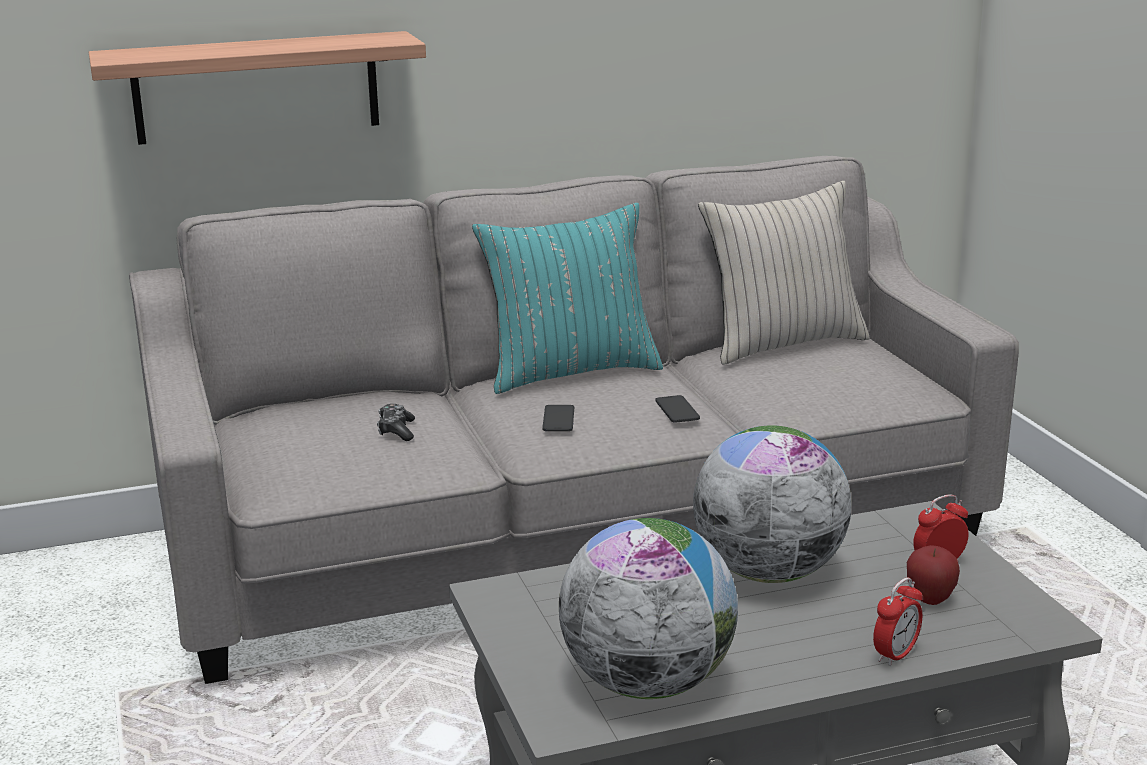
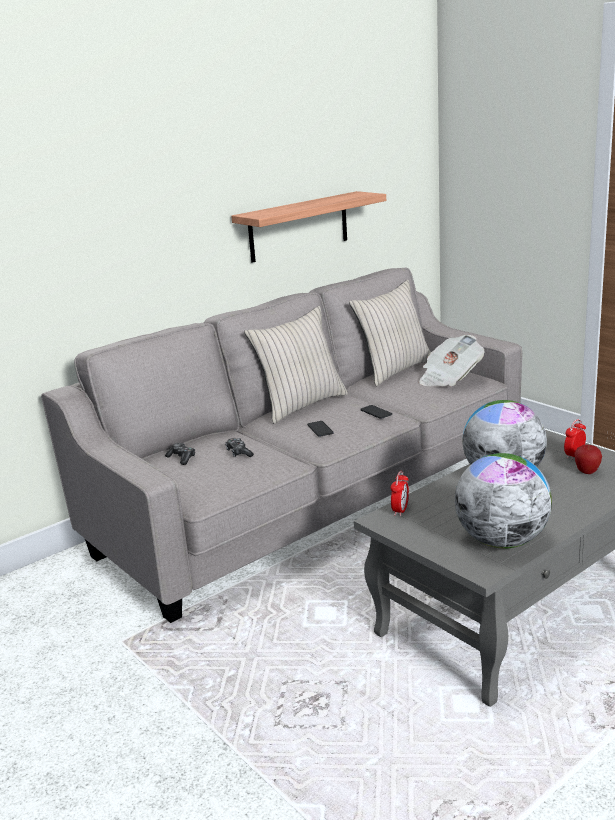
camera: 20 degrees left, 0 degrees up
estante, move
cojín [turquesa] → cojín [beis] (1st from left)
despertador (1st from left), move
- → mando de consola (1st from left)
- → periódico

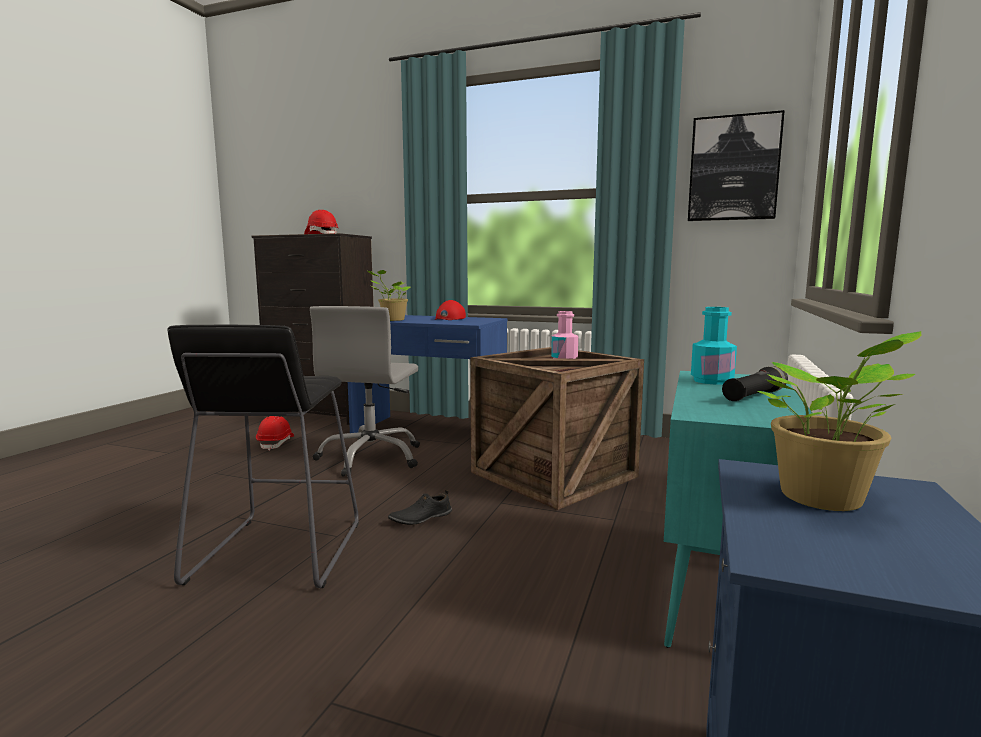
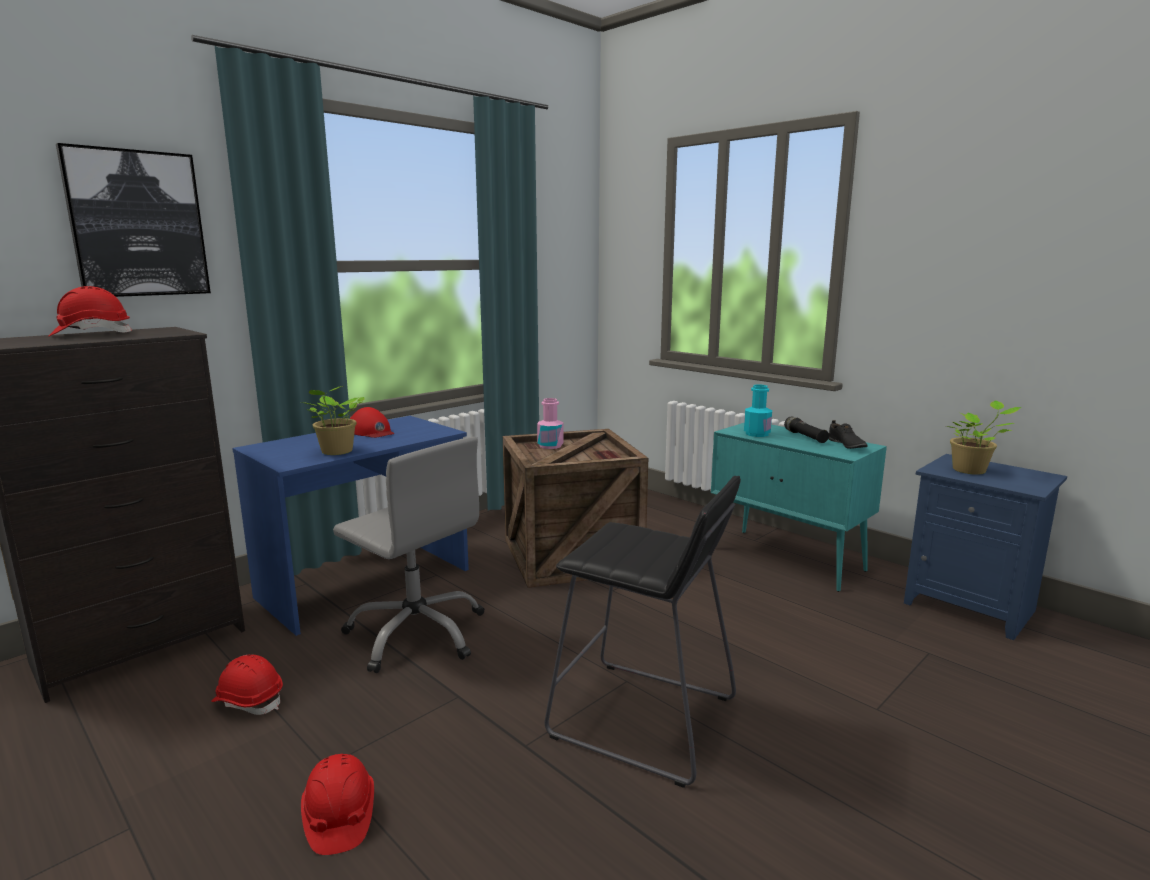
camera: 65 degrees left, 5 degrees up
zapato [negro], move
cuadro, move
- → casco [rojo] (3rd from left)

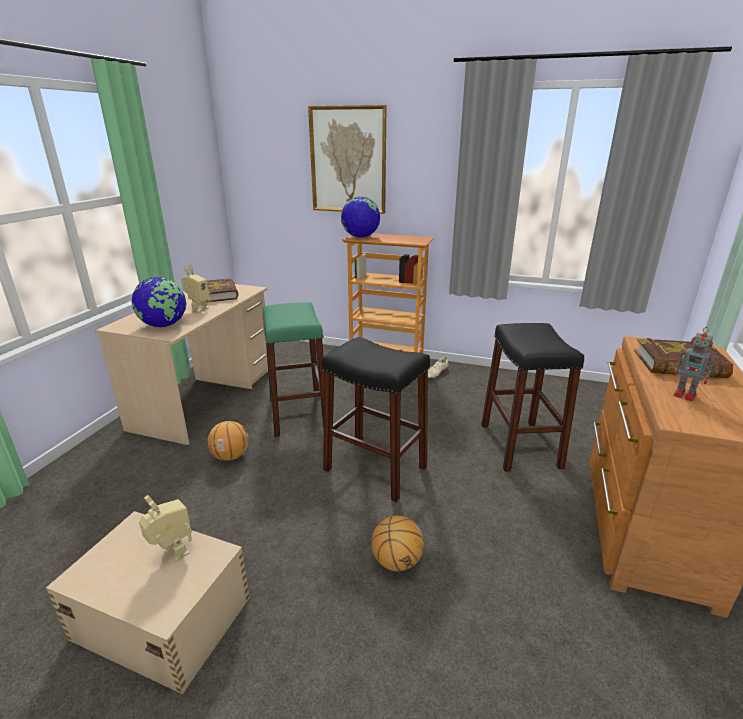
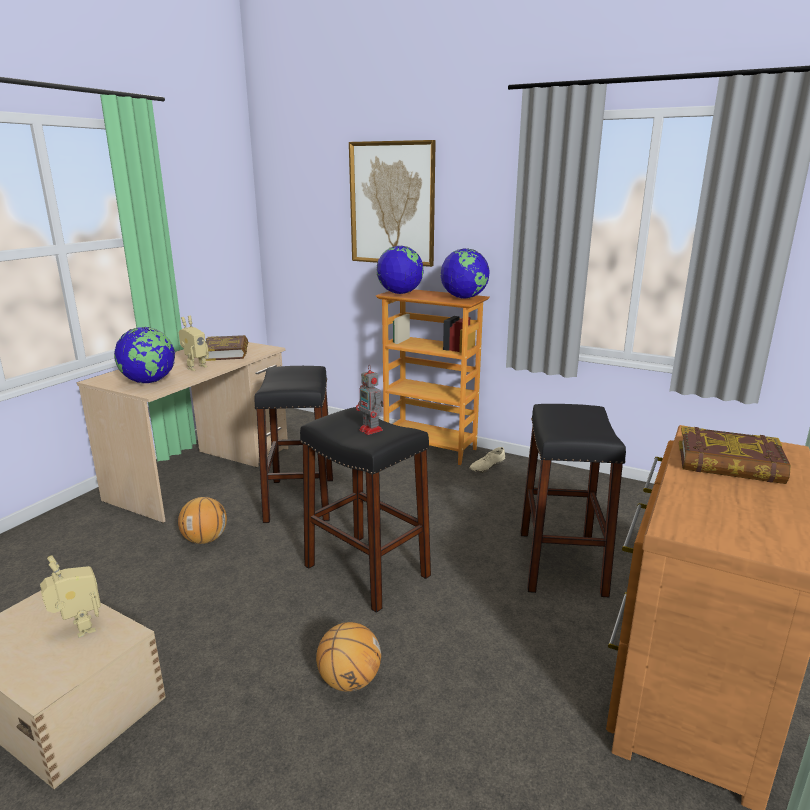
camera: 10 degrees right, 5 degrees down
taburete [verde] → taburete [negro] (1st from left)
robot de juguete (3rd from left), move
- → globo terráqueo (3rd from left)

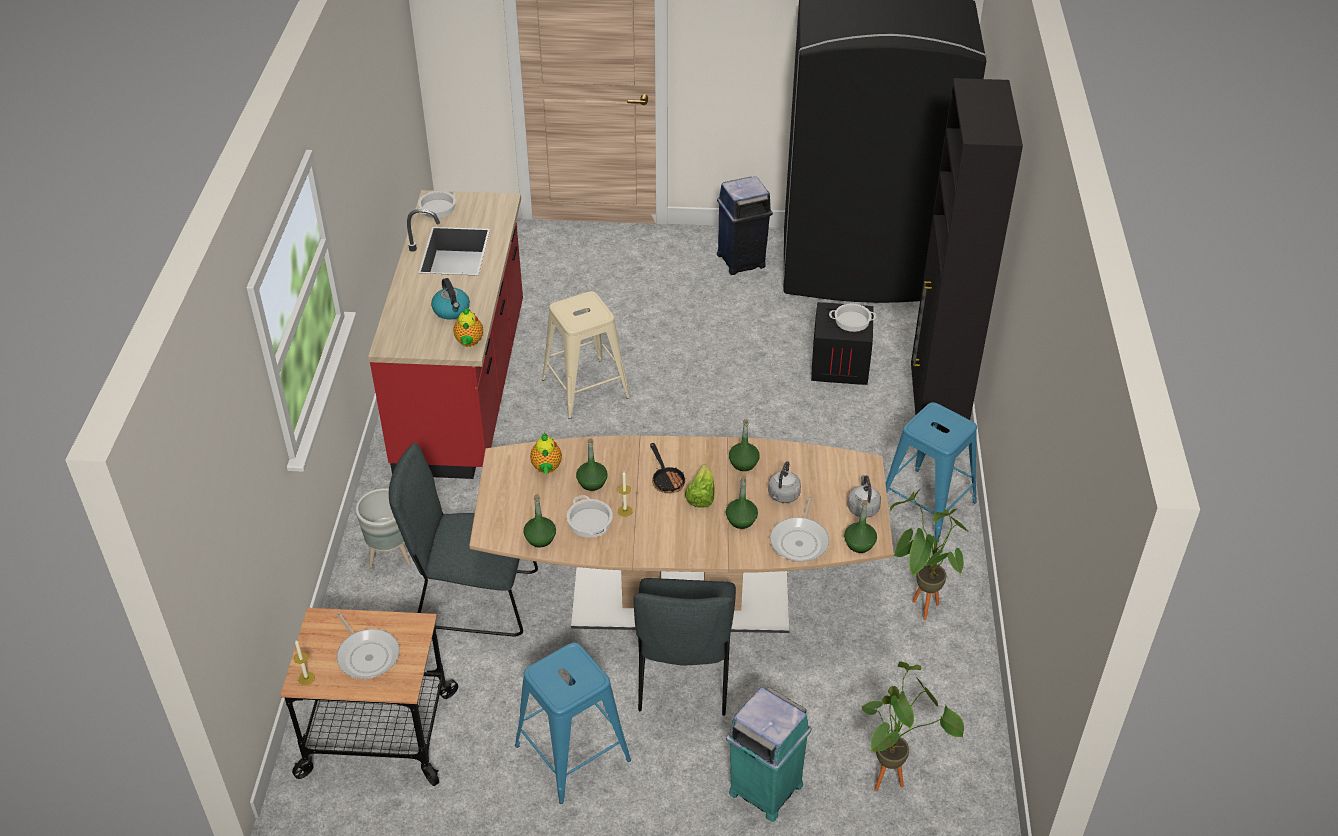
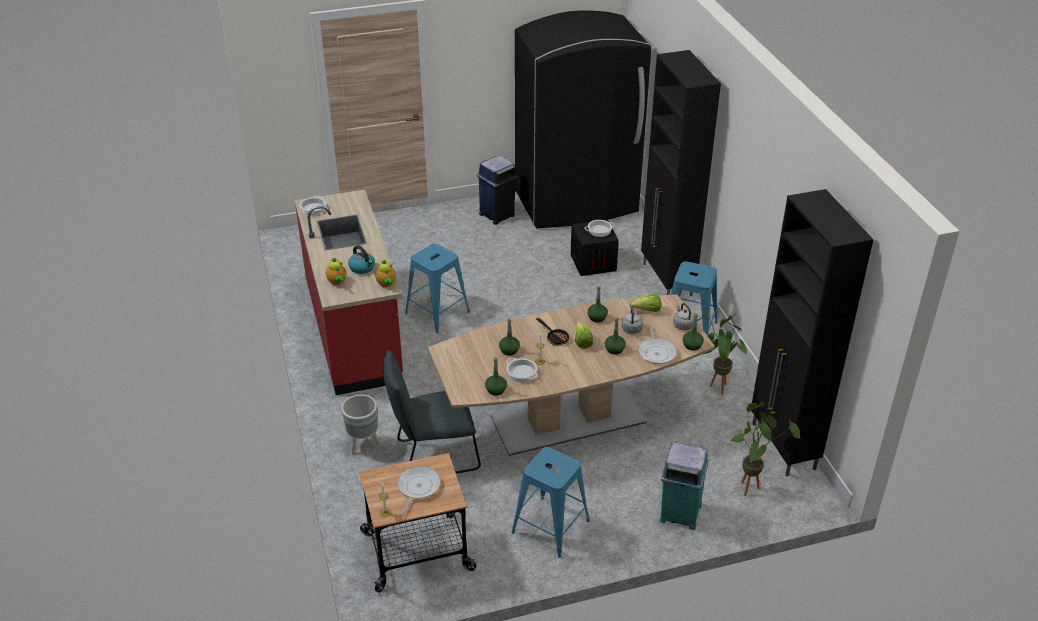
camera: 20 degrees left, 5 degrees down
sartén (1st from left), 105 degrees counterclockwise
tetera (2nd from left in the first image) → tetera (1st from left), move
taburete [beis] → taburete [azul] (1st from left)
silla [gris] (2nd from left) → -
- → lechuga (2nd from left)
- → armario [negro] (2nd from left)

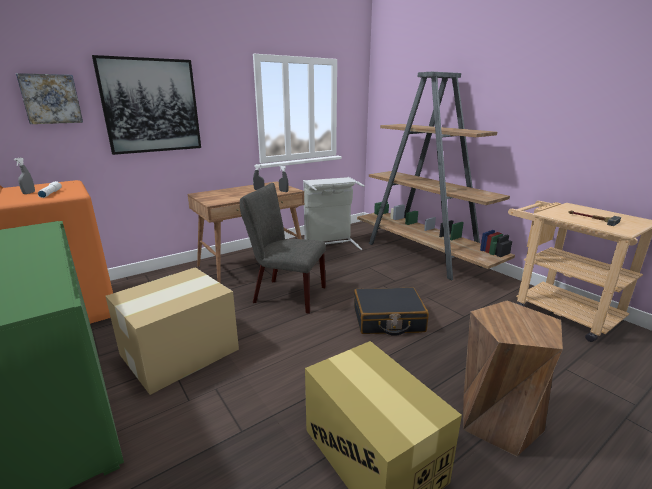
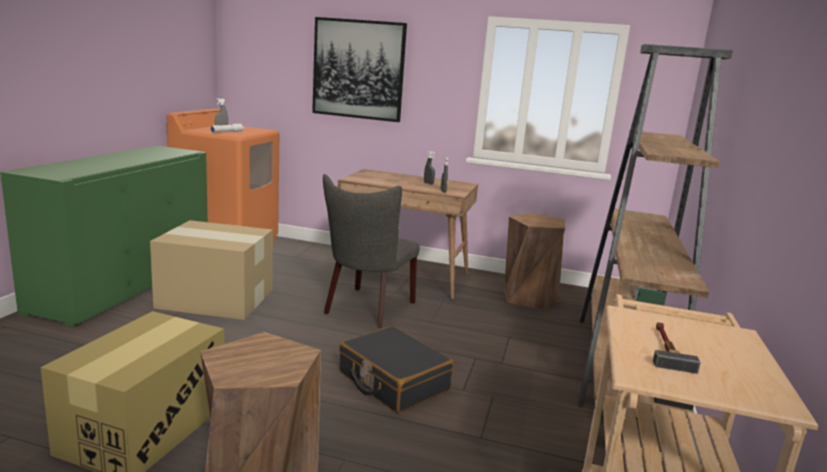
camera: 50 degrees right, 5 degrees down
cuadro (1st from left) → -
silla [gris], 135 degrees counterclockwise
cesto de la ropa [gris] → taburete [marrón] (2nd from left)

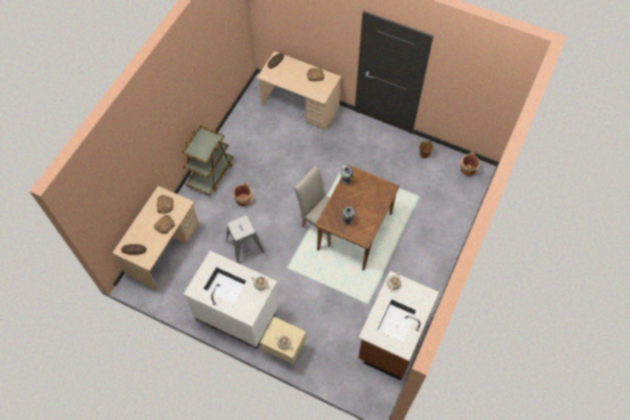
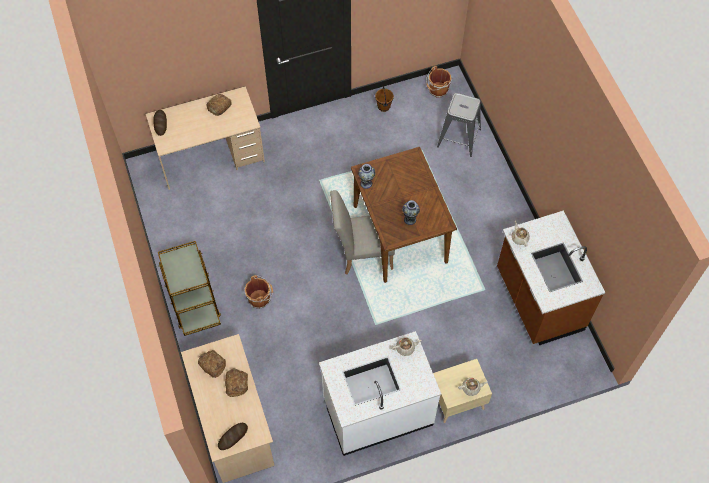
camera: 45 degrees left, 0 degrees up
taburete [gris], move

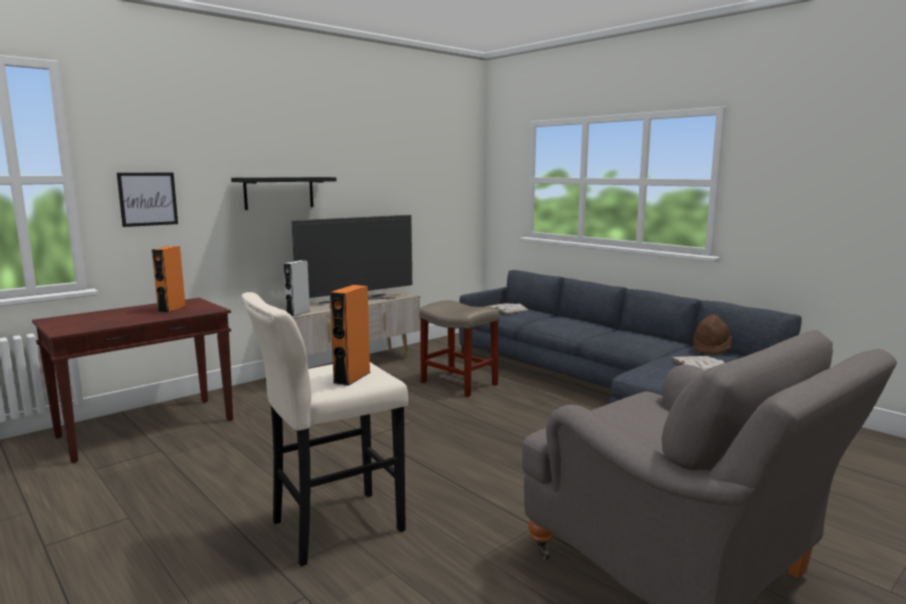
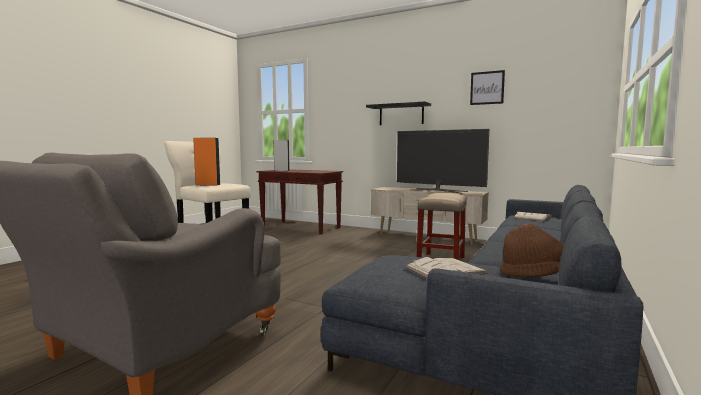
camera: 70 degrees right, 5 degrees down
cuadro, move
altavoz [naranja] (1st from left) → -
altavoz [gris], move

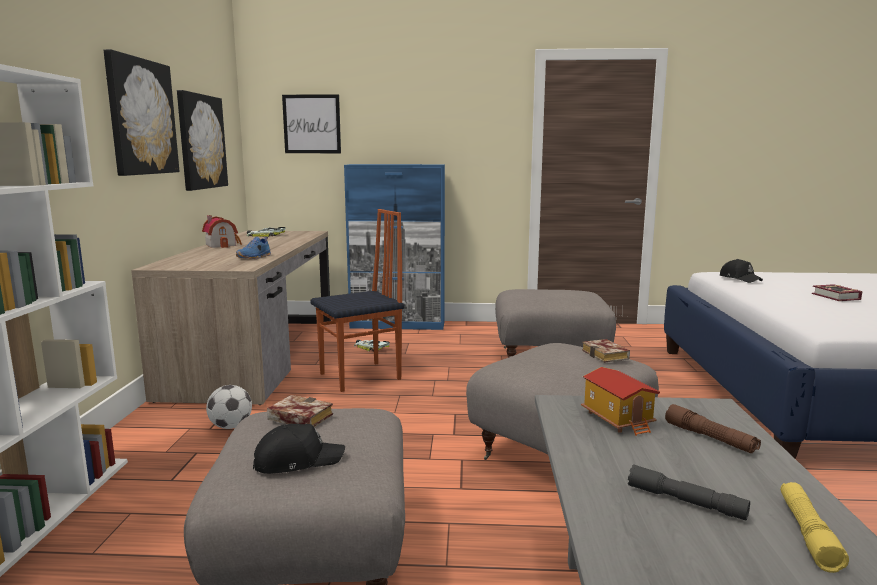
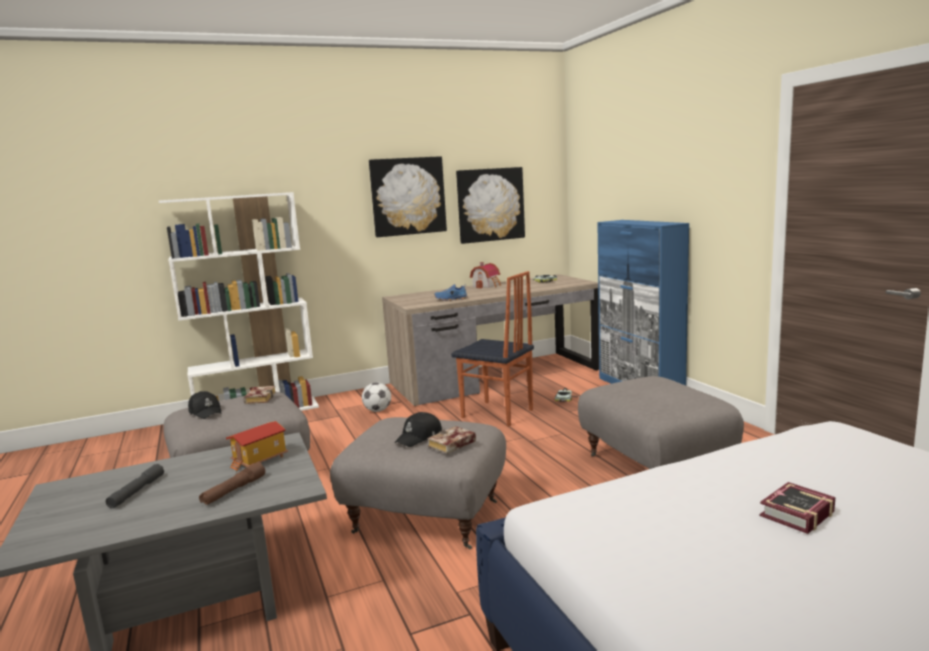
camera: 65 degrees right, 0 degrees up
cuadro (3rd from left) → -
gorra [negro] (2nd from left), move
linterna [amarillo] → -

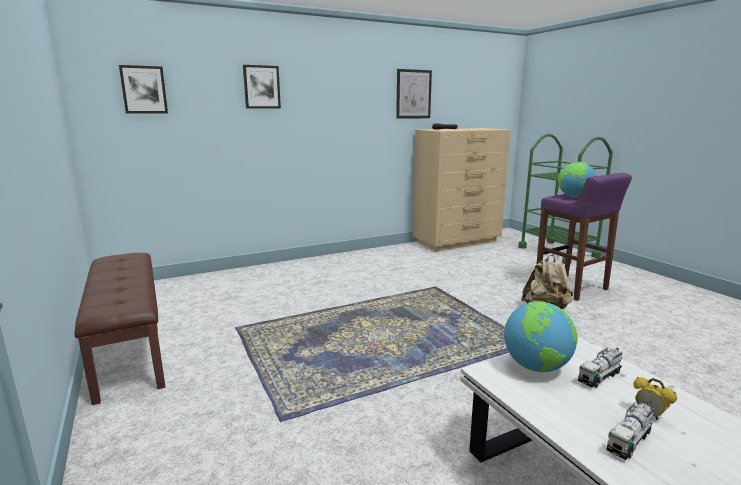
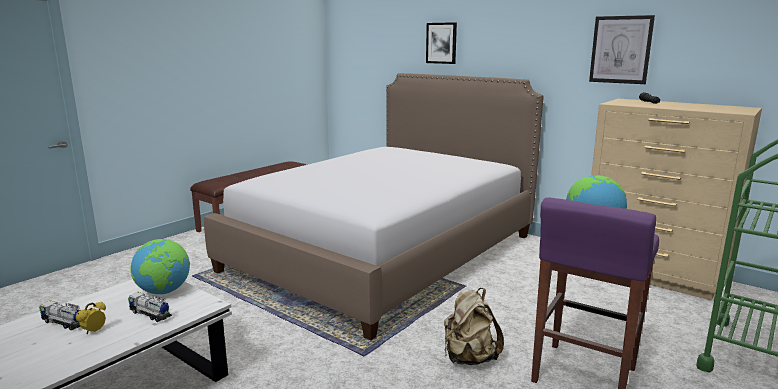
camera: 65 degrees right, 0 degrees up
cuadro (1st from left) → -
- → cama

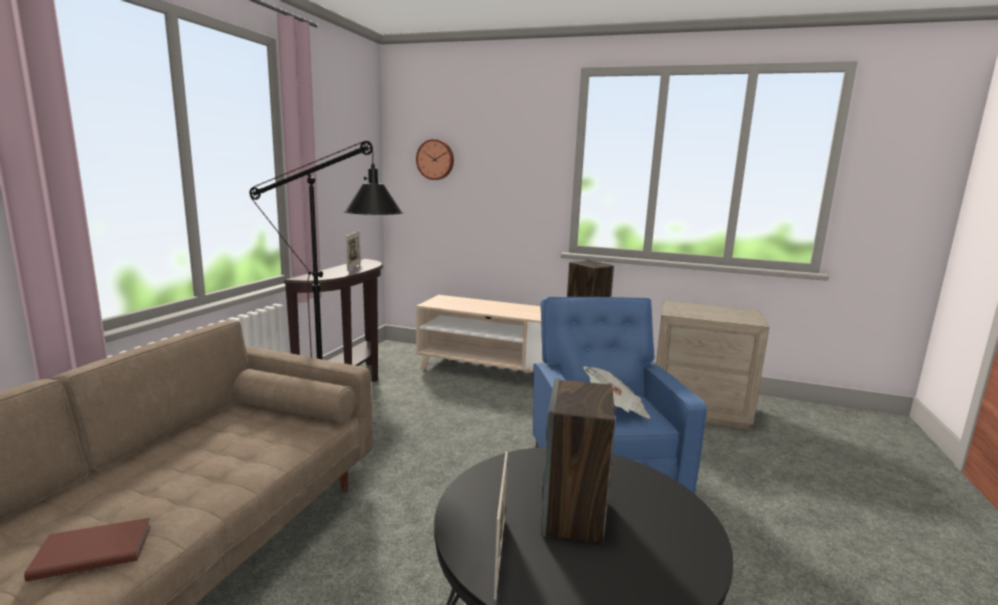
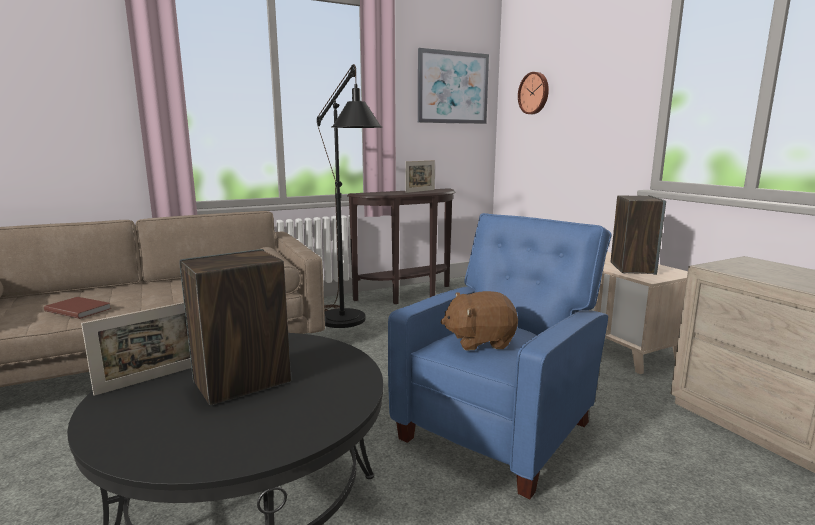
camera: 45 degrees right, 0 degrees up
periódico → peluche [marrón]
- → cuadro

